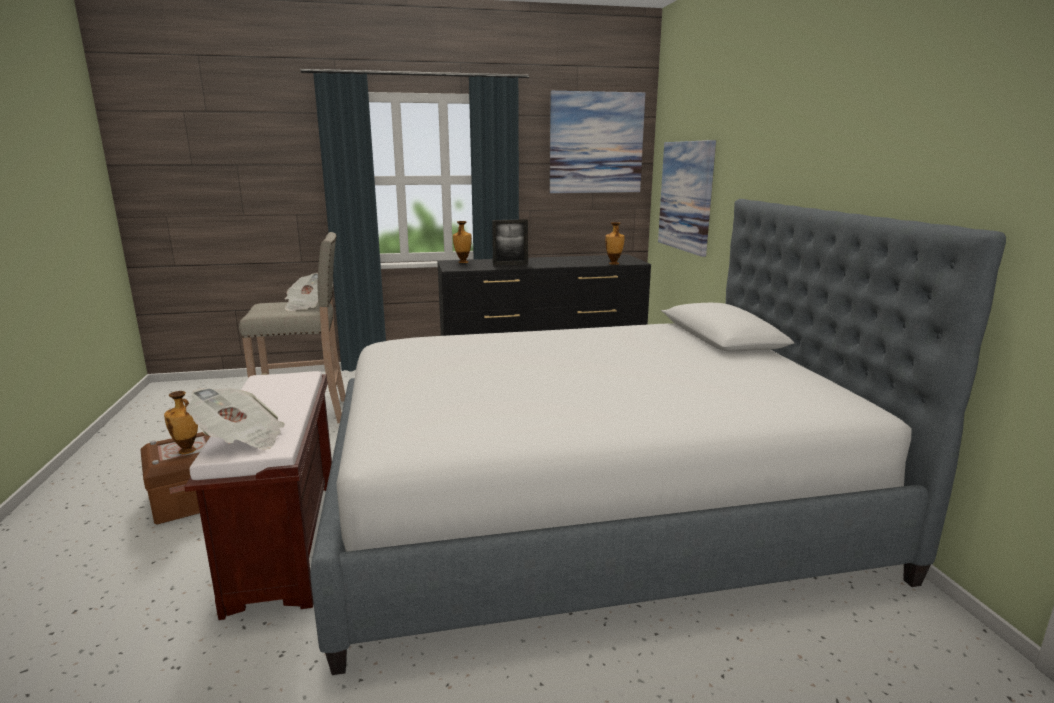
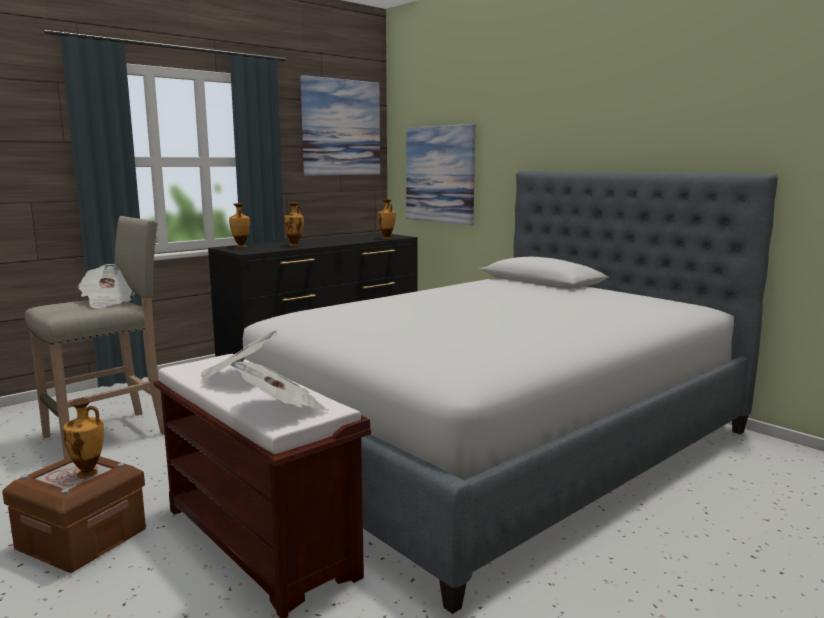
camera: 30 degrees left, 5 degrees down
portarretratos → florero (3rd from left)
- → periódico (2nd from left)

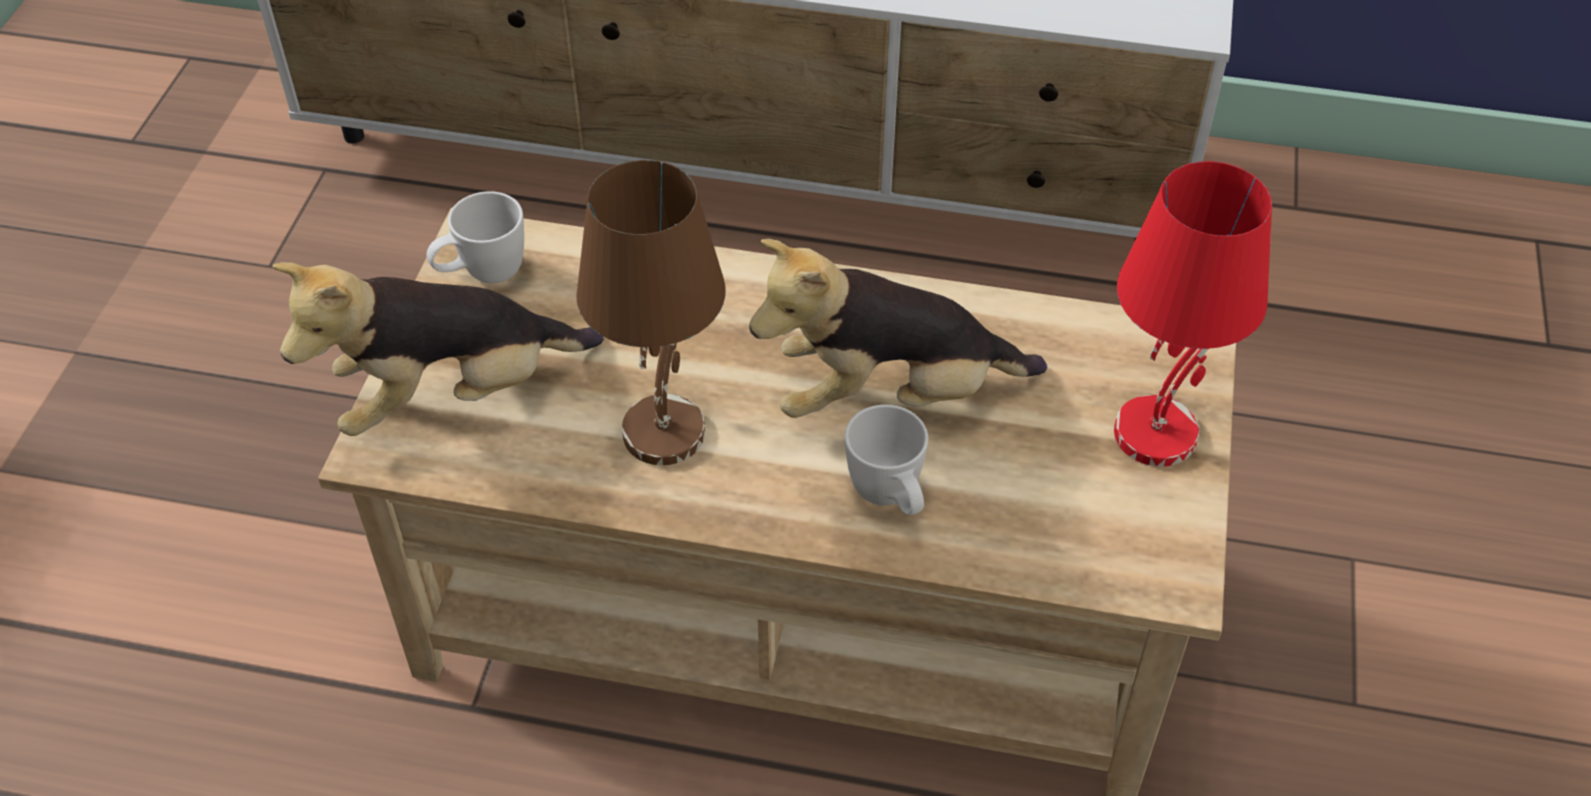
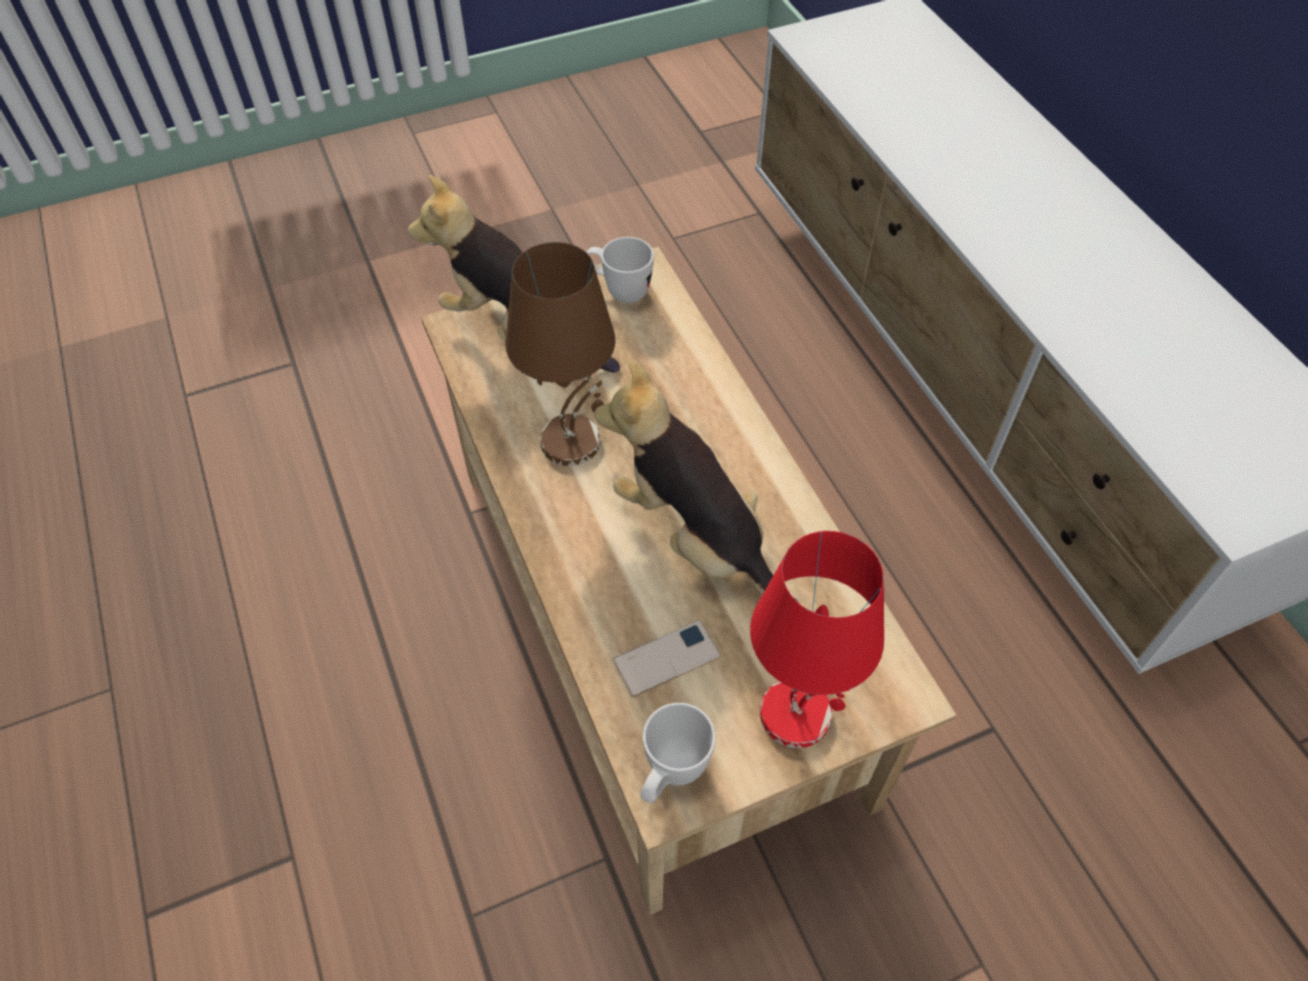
camera: 55 degrees right, 5 degrees up
taza grande [blanco] (2nd from left), move
- → móvil

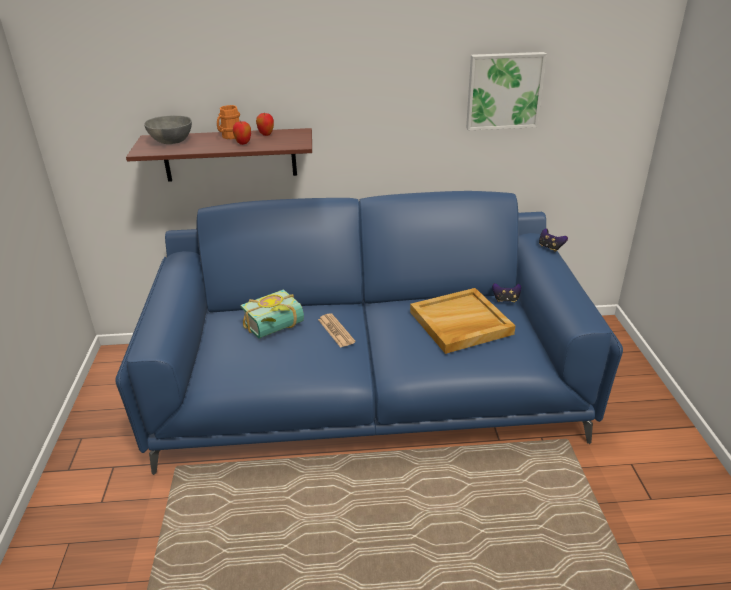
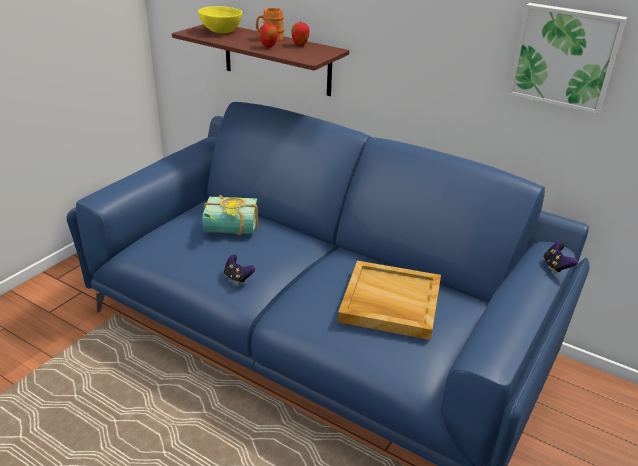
camera: 35 degrees right, 0 degrees up
cuenco [gris] → cuenco [amarillo]
periódico → -
mando de consola (1st from left), move

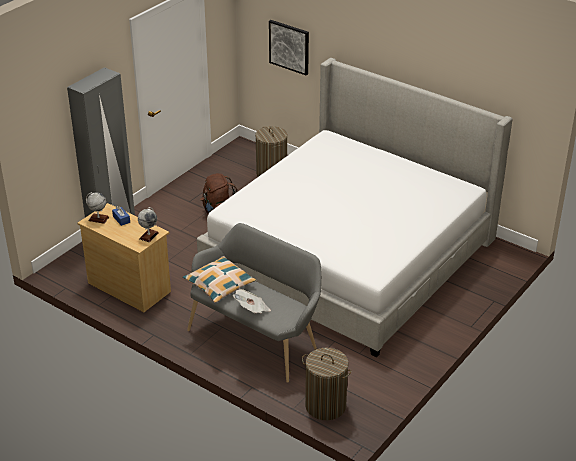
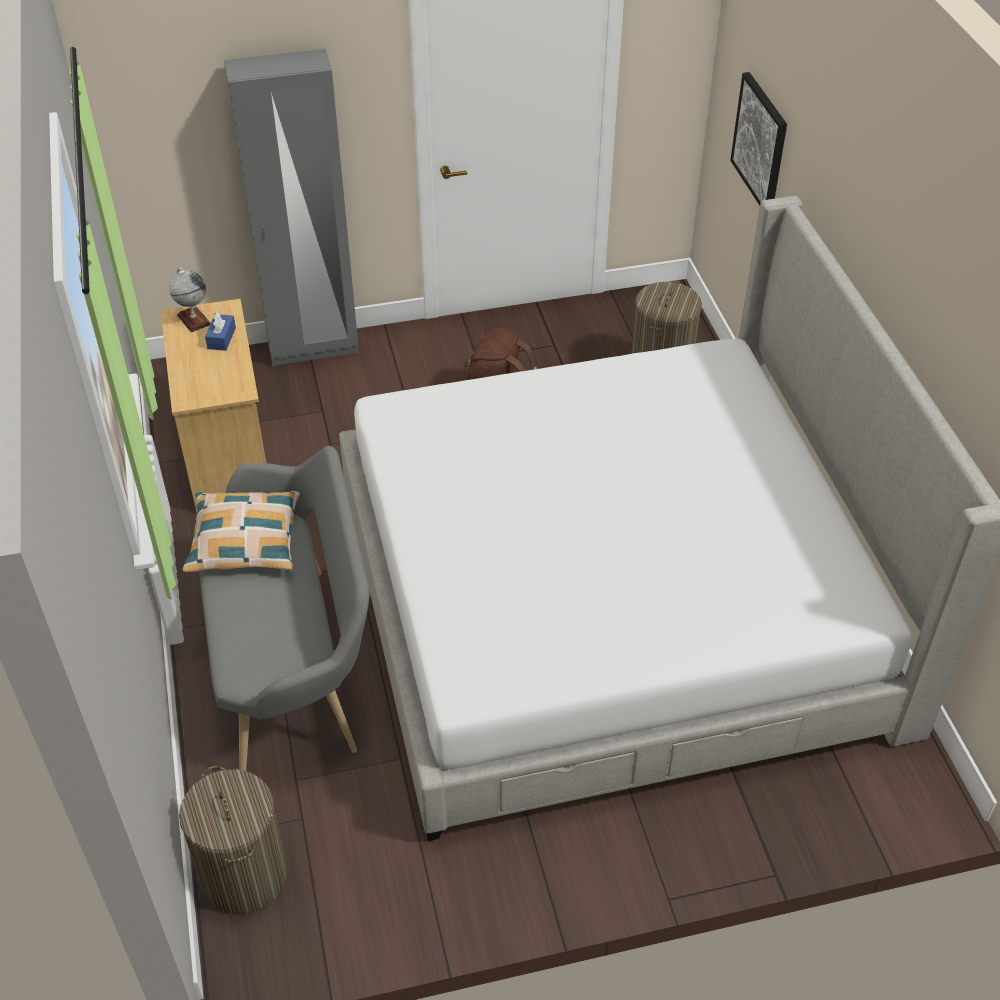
camera: 40 degrees right, 10 degrees up
globo terráqueo (2nd from left) → -
periódico → -

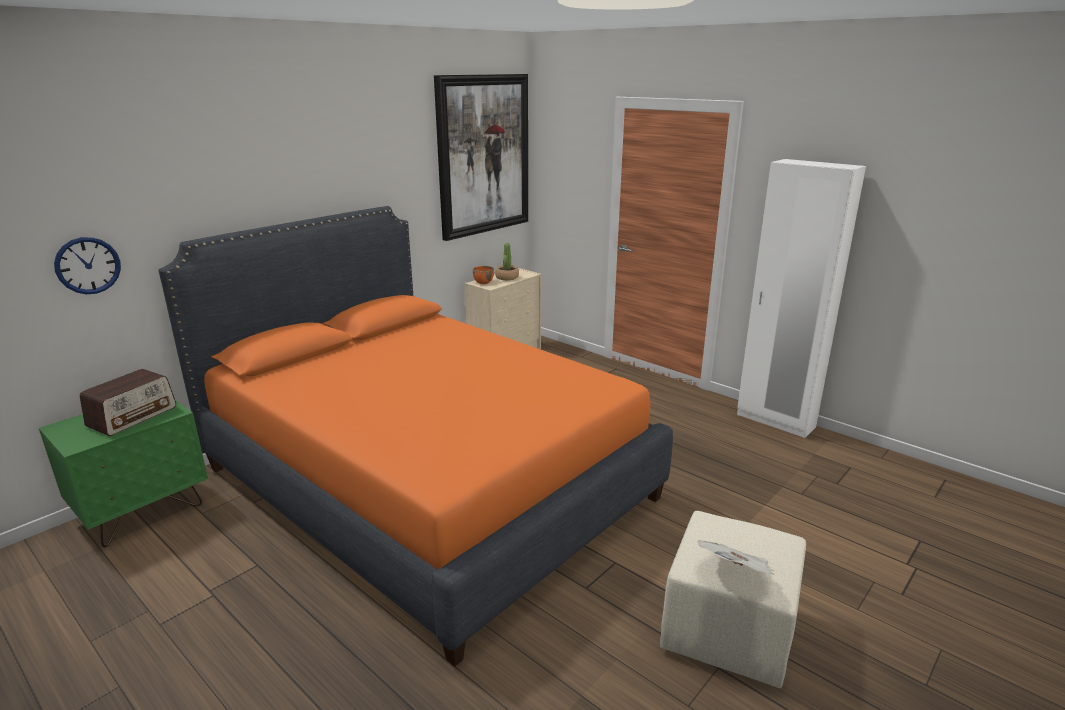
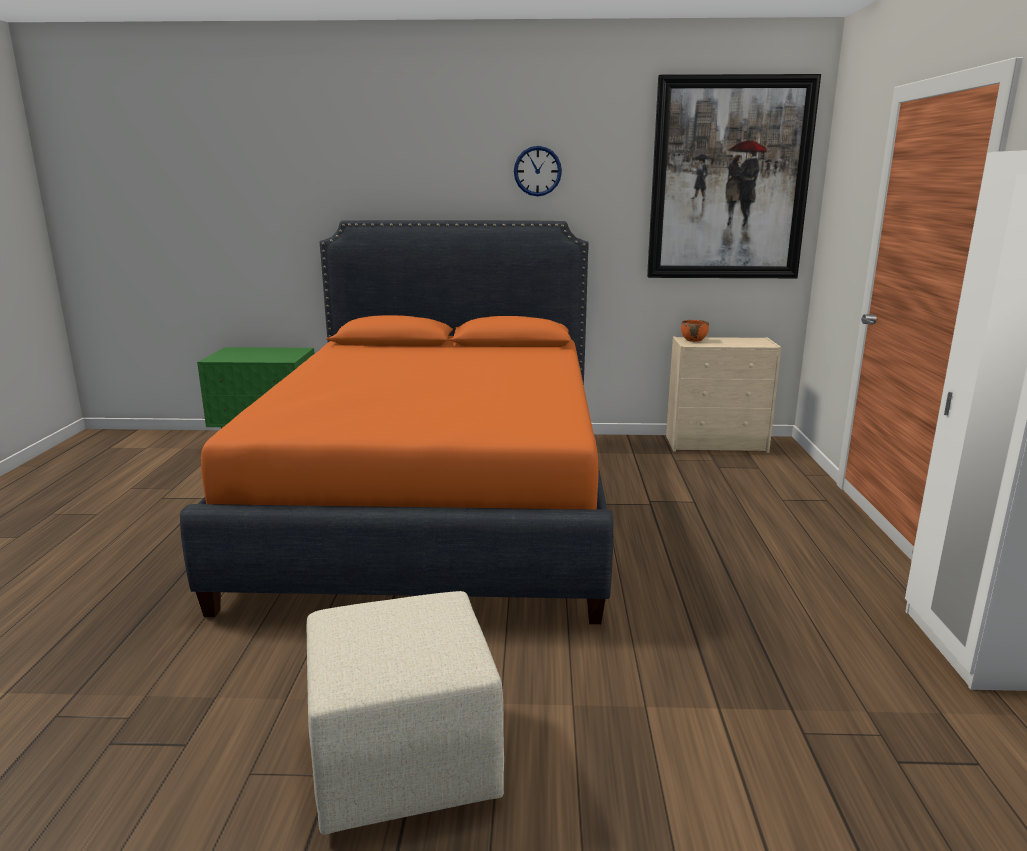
camera: 50 degrees right, 5 degrees down
reloj de pared, move
radio → -
planta en maceta → -
periódico → -

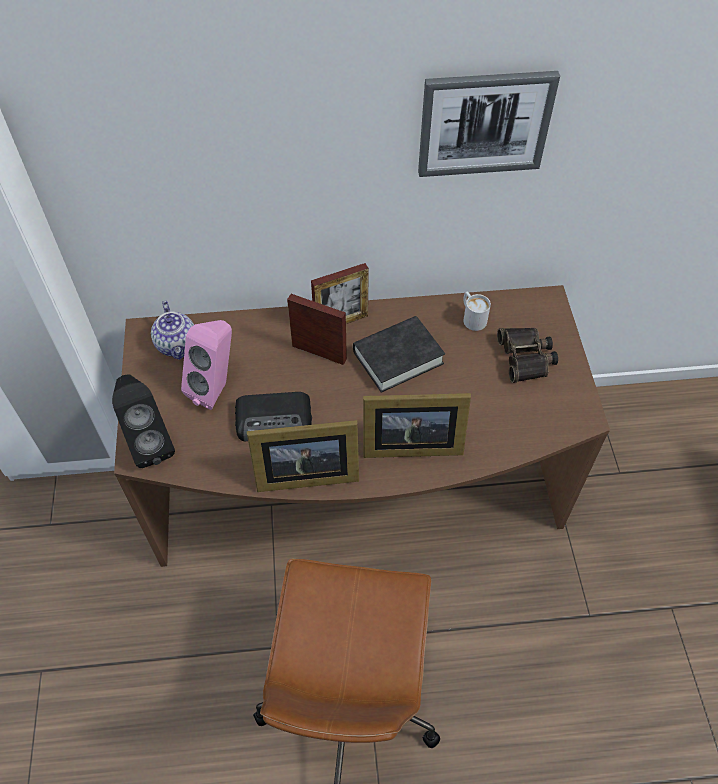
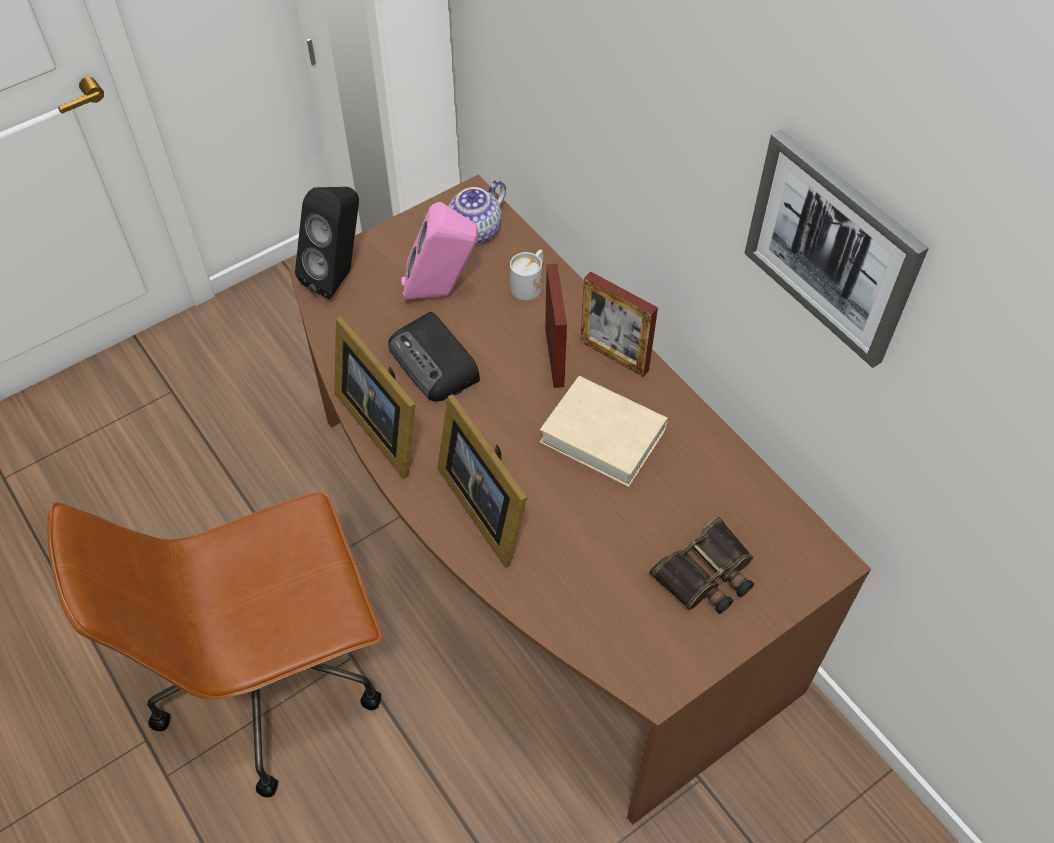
camera: 60 degrees right, 0 degrees up
libro [negro] → libro [beis]
taza grande [blanco], move

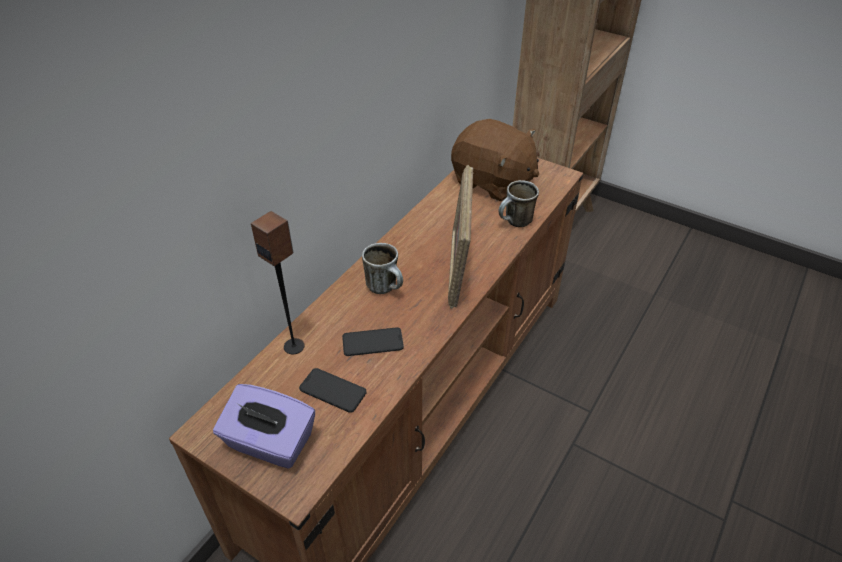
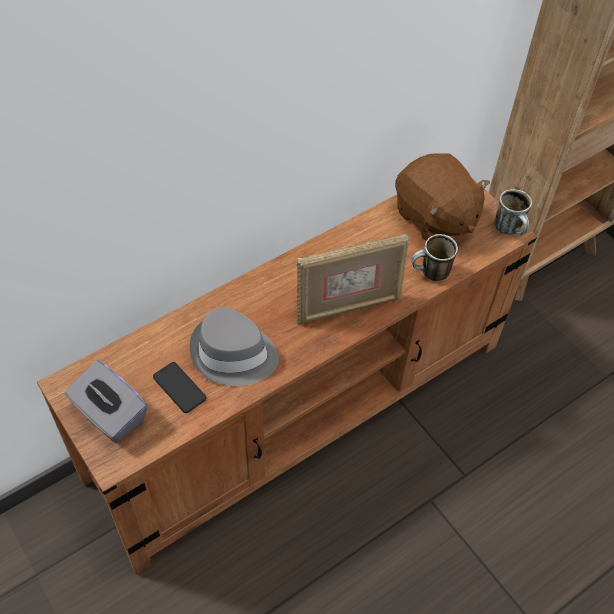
camera: 20 degrees right, 10 degrees up
caja de pañuelos [morado] → caja de pañuelos [gris]
altavoz → -
móvil (2nd from left) → sombrero [gris]
taza grande (1st from left in the first image) → taza grande (2nd from left), move
portarretratos, 135 degrees counterclockwise

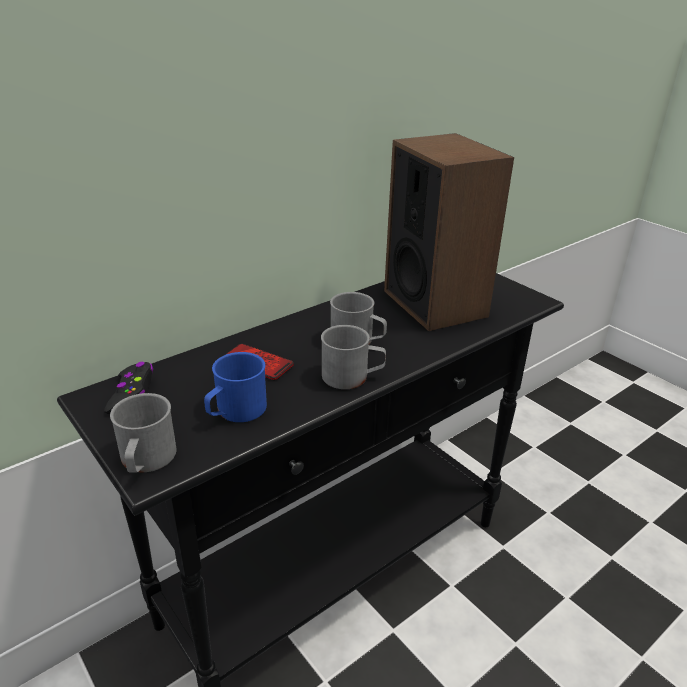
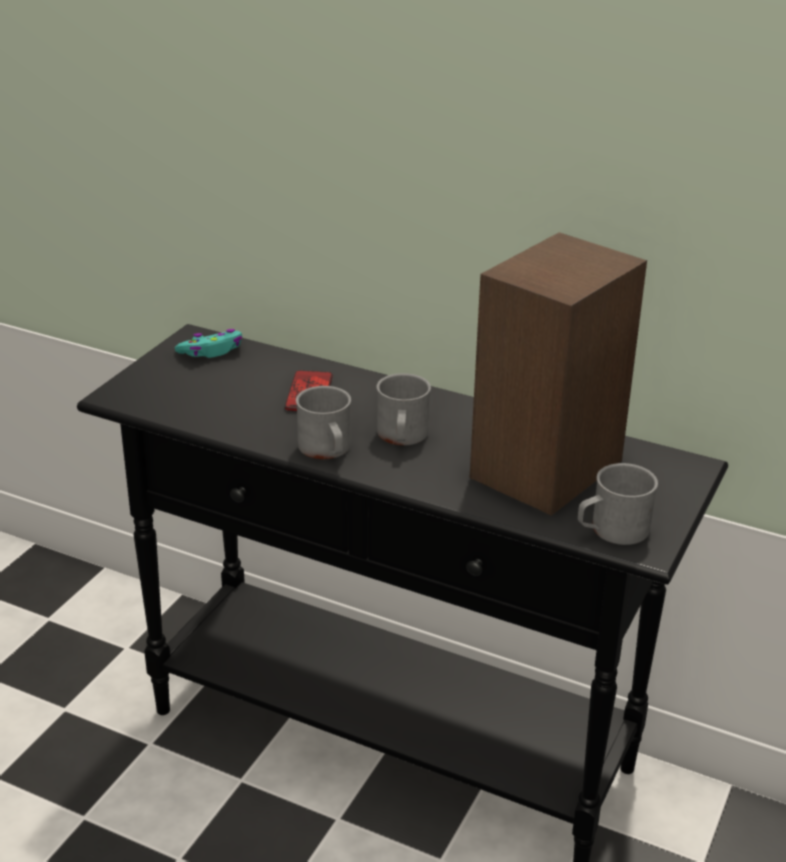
camera: 65 degrees right, 0 degrees up
mando de consola [negro] → mando de consola [turquesa]
taza grande [gris] (1st from left in the first image) → taza grande [gris] (3rd from left), move
taza grande [azul] → -

